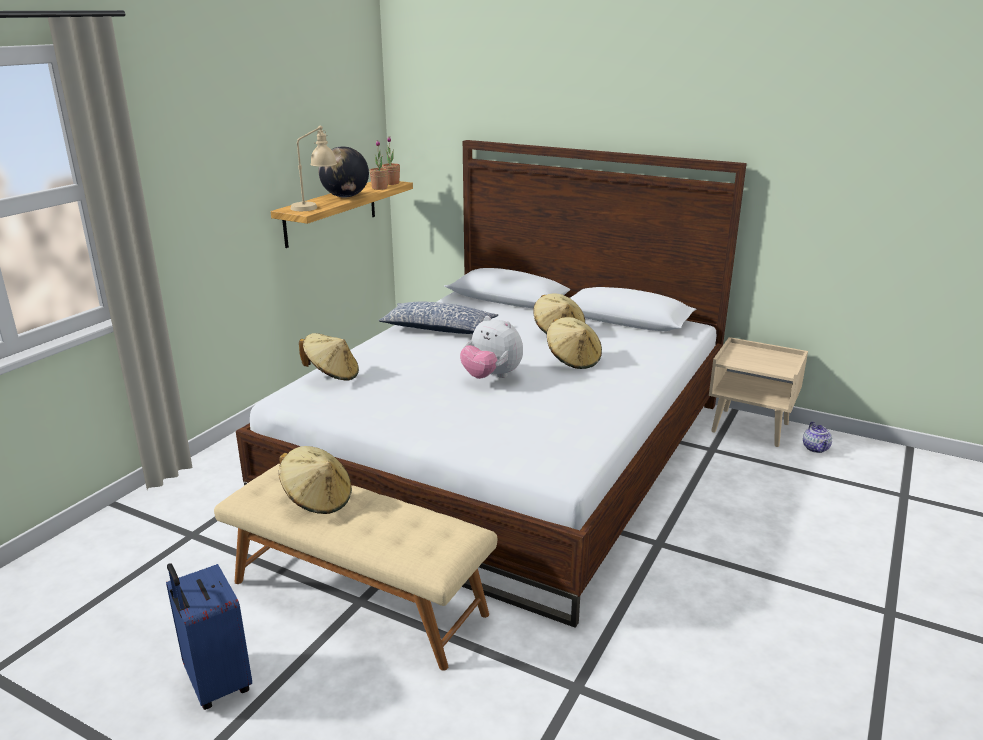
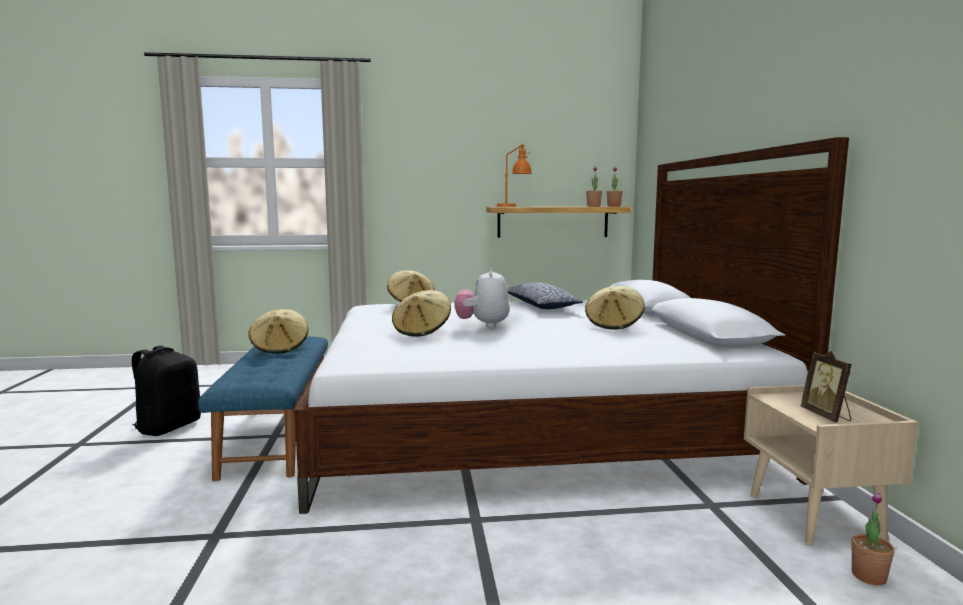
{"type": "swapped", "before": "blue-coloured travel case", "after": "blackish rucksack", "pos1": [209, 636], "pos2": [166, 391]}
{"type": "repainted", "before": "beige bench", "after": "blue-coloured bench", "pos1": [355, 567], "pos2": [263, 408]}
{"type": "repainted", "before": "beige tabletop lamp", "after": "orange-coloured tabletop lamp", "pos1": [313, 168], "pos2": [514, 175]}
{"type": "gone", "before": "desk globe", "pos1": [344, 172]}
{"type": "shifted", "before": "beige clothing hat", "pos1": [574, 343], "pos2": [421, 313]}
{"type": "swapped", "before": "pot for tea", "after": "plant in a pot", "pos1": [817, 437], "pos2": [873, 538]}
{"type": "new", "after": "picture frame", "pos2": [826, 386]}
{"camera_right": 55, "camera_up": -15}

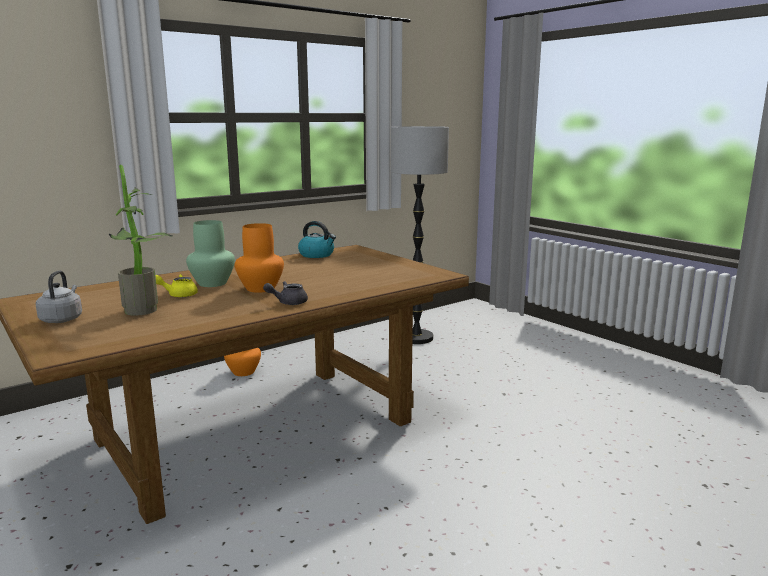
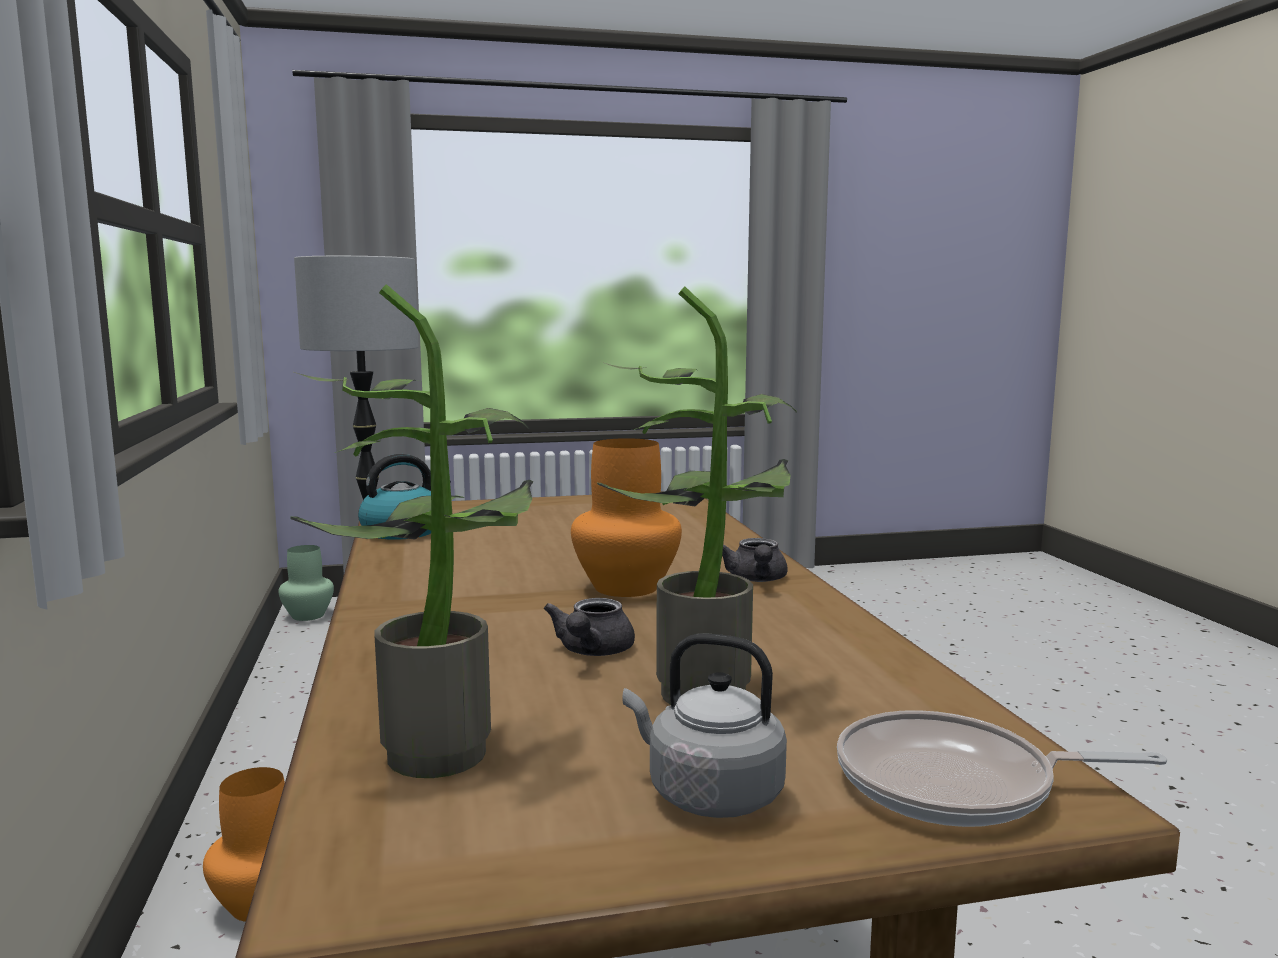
{"type": "repainted", "before": "yellow-coloured pot for tea", "after": "greyish pot for tea", "pos1": [176, 285], "pos2": [589, 627]}
{"type": "shifted", "before": "green-coloured vase", "pos1": [210, 253], "pos2": [306, 583]}
{"type": "new", "after": "plant in a pot", "pos2": [412, 531]}
{"type": "new", "after": "skillet", "pos2": [1002, 768]}
{"camera_right": -65, "camera_up": -5}

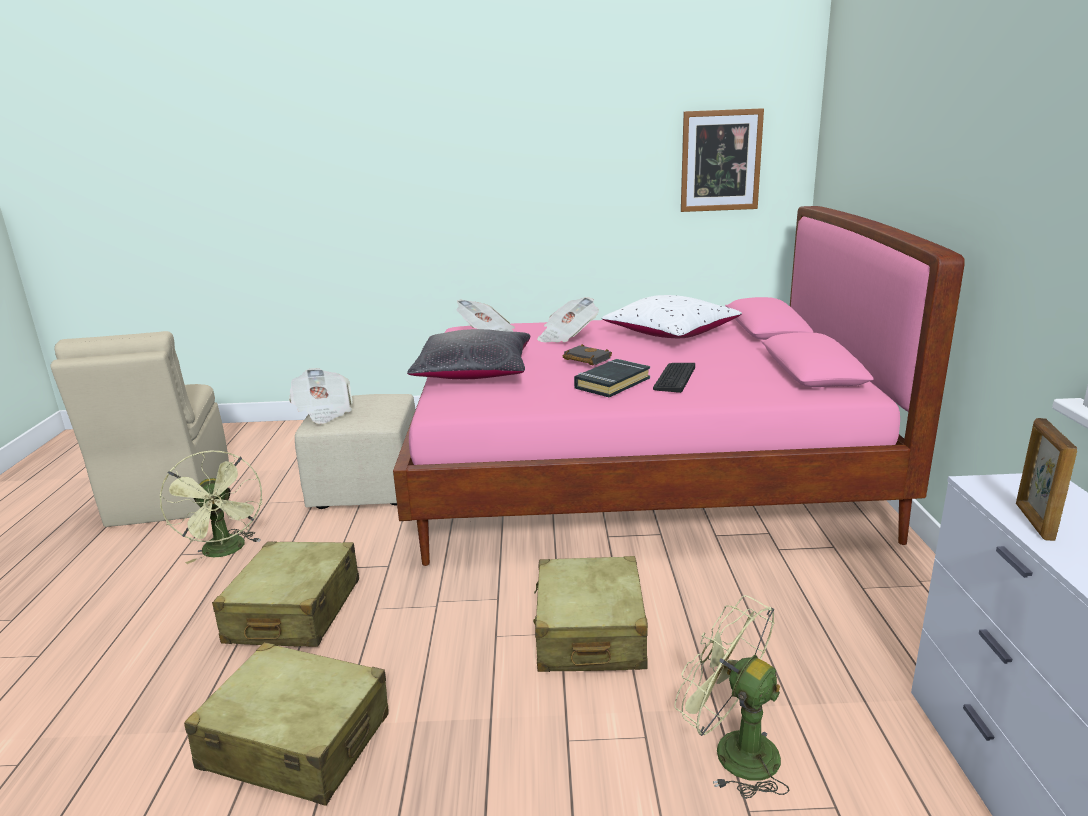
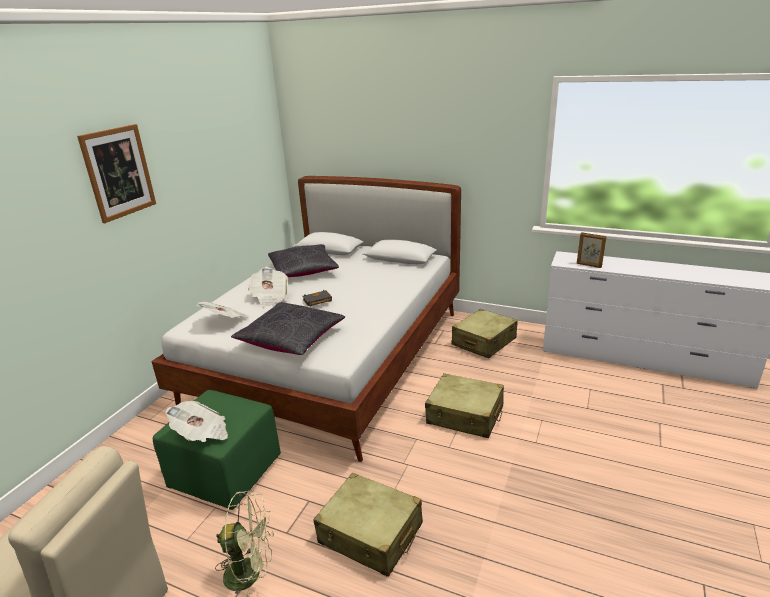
{"type": "shifted", "before": "beige travel case", "pos1": [286, 724], "pos2": [485, 333]}
{"type": "repainted", "before": "beige pouffe", "after": "green-coloured pouffe", "pos1": [355, 451], "pos2": [217, 450]}
{"type": "repainted", "before": "pinkish bed", "after": "whitish bed", "pos1": [679, 386], "pos2": [306, 319]}
{"type": "gone", "before": "blackish book", "pos1": [612, 378]}
{"type": "repainted", "before": "whitish cushion", "after": "blackish cushion", "pos1": [671, 316], "pos2": [303, 260]}
{"type": "gone", "before": "computer keyboard", "pos1": [674, 378]}
{"type": "gone", "before": "green-coloured electric fan", "pos1": [731, 697]}
{"type": "shifted", "before": "wall art", "pos1": [722, 160], "pos2": [116, 173]}
{"camera_right": -65, "camera_up": 5}

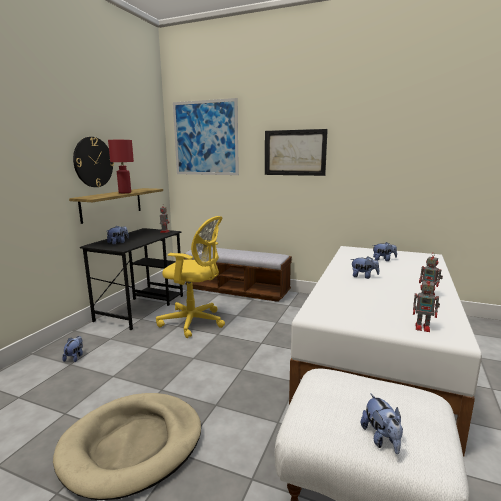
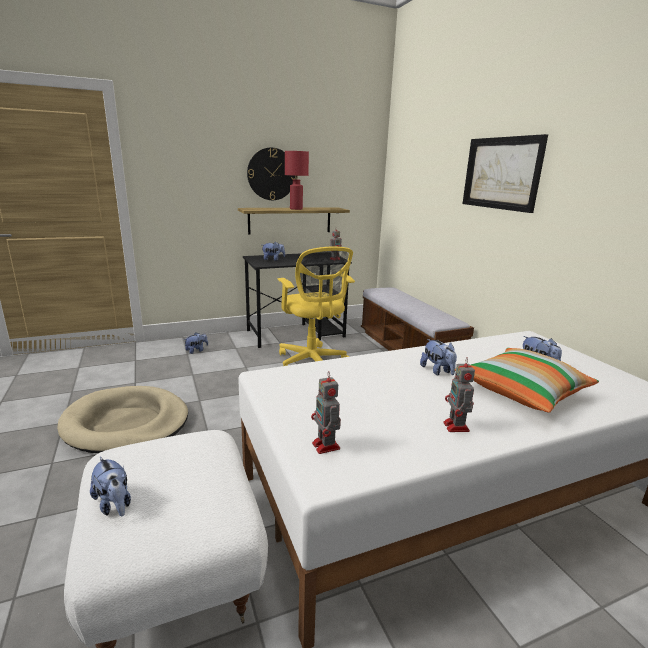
{"type": "gone", "before": "wall art", "pos1": [206, 136]}
{"type": "rotated", "before": "soft toy", "pos1": [382, 424], "pos2": [110, 487], "turn": -75}
{"type": "new", "after": "cushion", "pos2": [527, 380]}
{"camera_right": 45, "camera_up": 5}

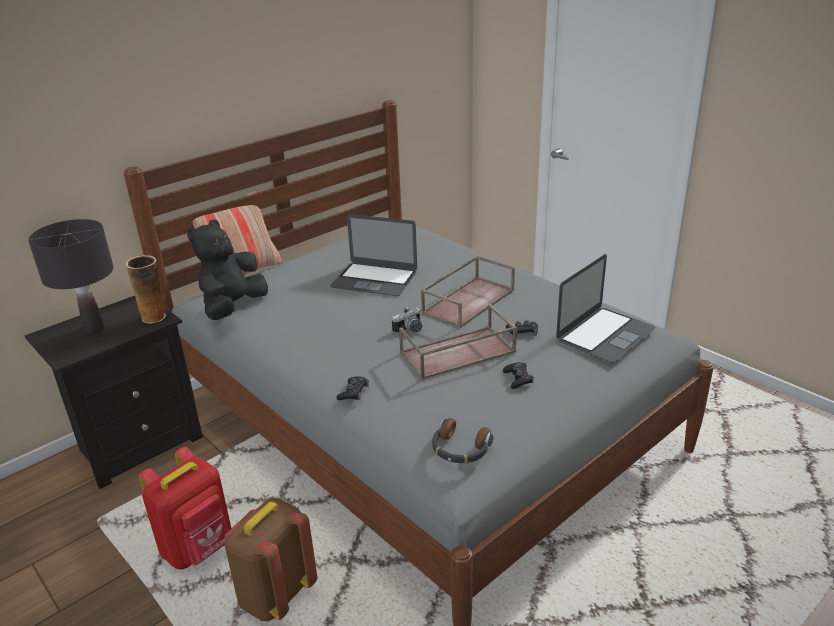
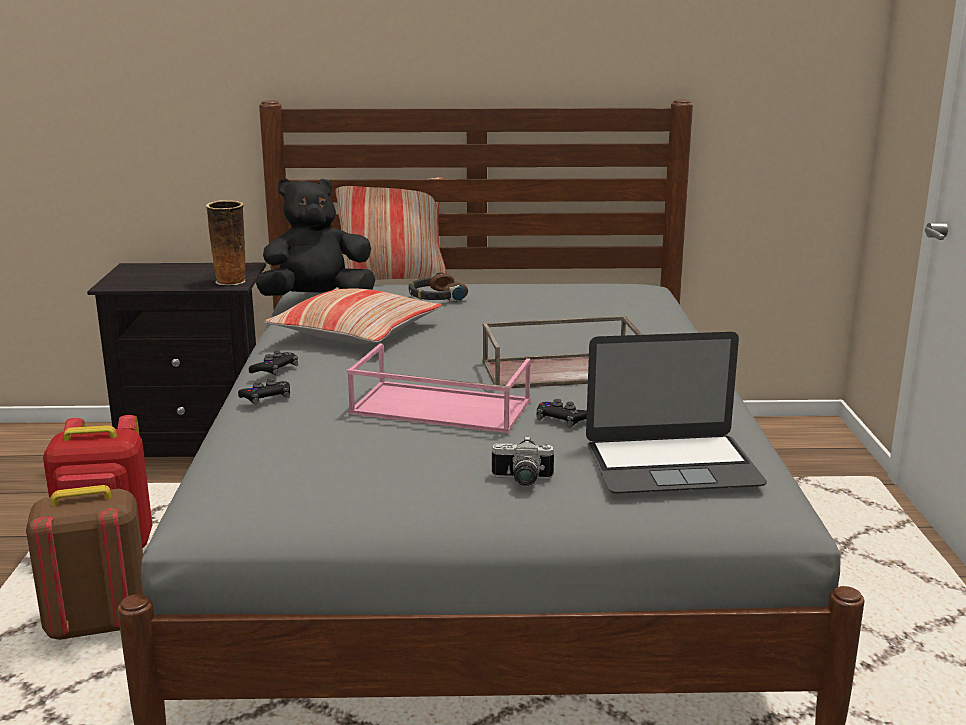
{"type": "gone", "before": "blackish tabletop lamp", "pos1": [71, 276]}
{"type": "gone", "before": "notebook computer", "pos1": [373, 255]}
{"type": "shifted", "before": "still camera", "pos1": [407, 320], "pos2": [523, 461]}
{"type": "repainted", "before": "brownish serving tray", "after": "pinkish serving tray", "pos1": [458, 342], "pos2": [439, 388]}
{"type": "shifted", "before": "pair of headphones", "pos1": [462, 441], "pos2": [438, 287]}
{"type": "shifted", "before": "blackish game controller", "pos1": [518, 375], "pos2": [273, 362]}
{"type": "new", "after": "cushion", "pos2": [352, 316]}
{"camera_right": 40, "camera_up": -10}

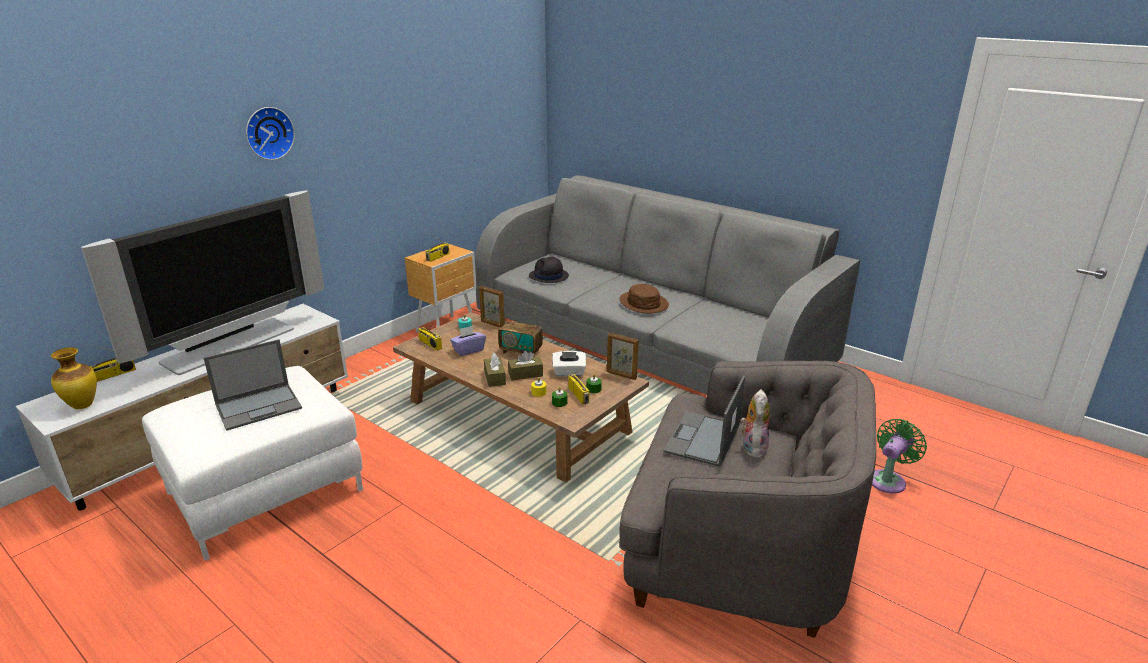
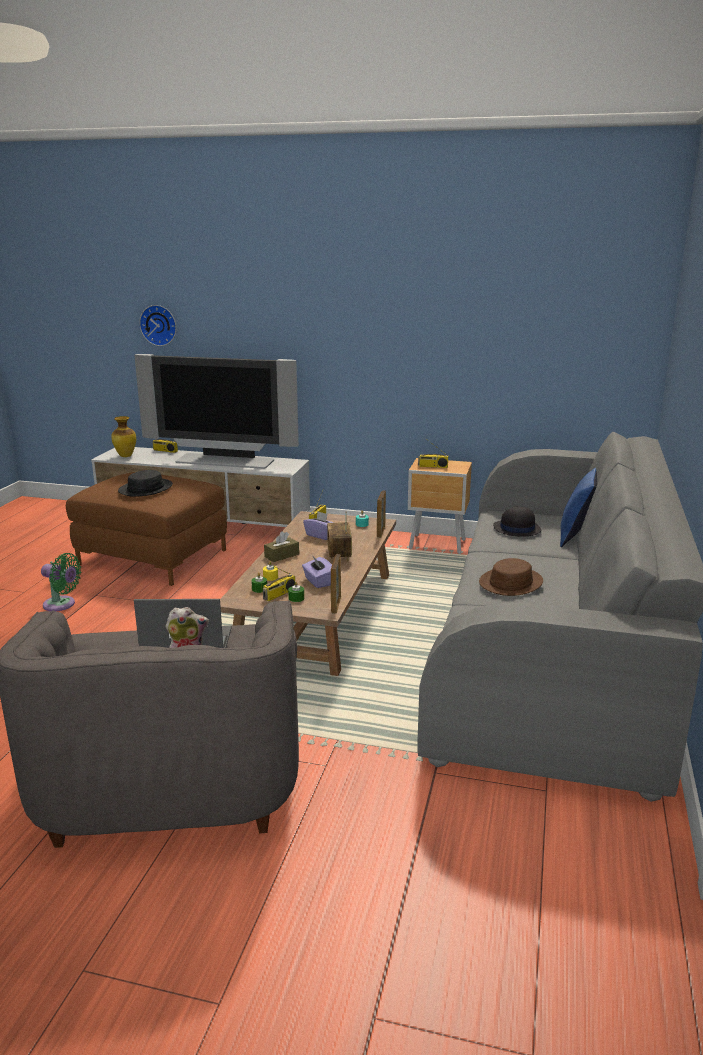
{"type": "repainted", "before": "whitish pouffe", "after": "brownish pouffe", "pos1": [252, 463], "pos2": [146, 529]}
{"type": "swapped", "before": "notebook computer", "after": "blackish clothing hat", "pos1": [253, 385], "pos2": [145, 483]}
{"type": "shifted", "before": "wall clock", "pos1": [270, 133], "pos2": [157, 325]}
{"type": "gone", "before": "brownish box of tissues", "pos1": [525, 365]}
{"type": "repainted", "before": "whitish box of tissues", "after": "purple-coloured box of tissues", "pos1": [569, 364], "pos2": [317, 571]}
{"type": "shifted", "before": "green-coloured electric fan", "pos1": [899, 456], "pos2": [61, 582]}
{"type": "new", "after": "blue-coloured cushion", "pos2": [578, 507]}
{"camera_right": 65, "camera_up": -5}

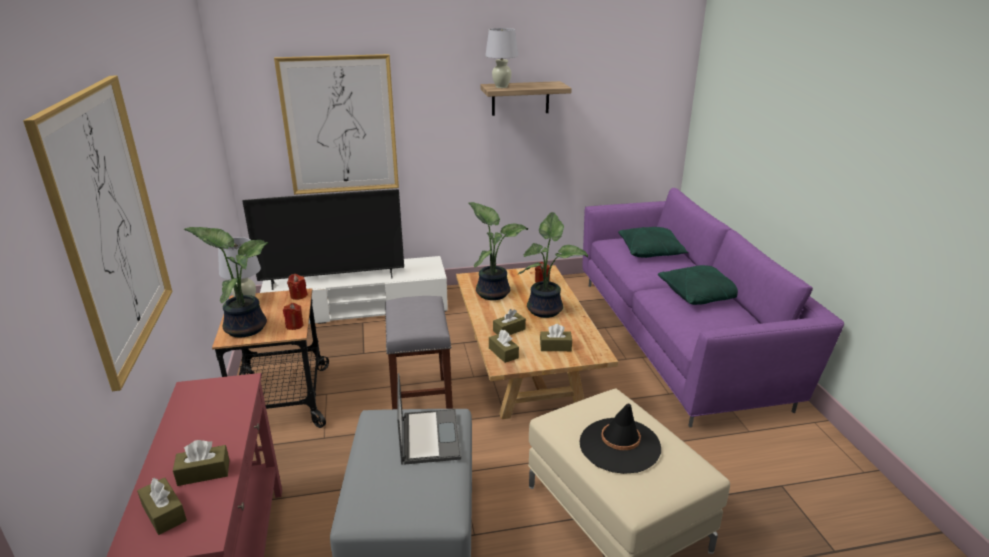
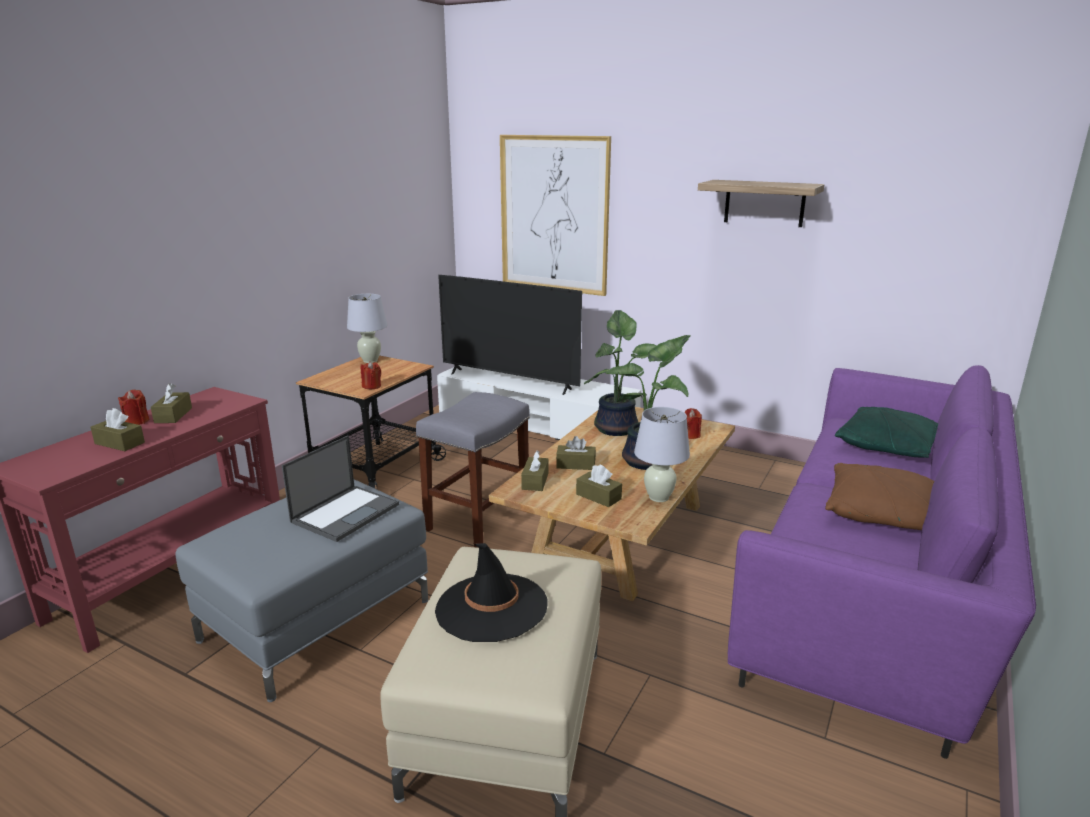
{"type": "gone", "before": "wall art", "pos1": [97, 233]}
{"type": "shifted", "before": "brownish box of tissues", "pos1": [162, 506], "pos2": [171, 403]}
{"type": "gone", "before": "plant in a pot", "pos1": [226, 282]}
{"type": "shifted", "before": "red-coloured candle", "pos1": [297, 287], "pos2": [133, 407]}
{"type": "shifted", "before": "whitish tabletop lamp", "pos1": [501, 58], "pos2": [662, 454]}
{"type": "repainted", "before": "green-coloured cushion", "after": "brownish cushion", "pos1": [698, 285], "pos2": [879, 496]}
{"camera_right": 40, "camera_up": -5}

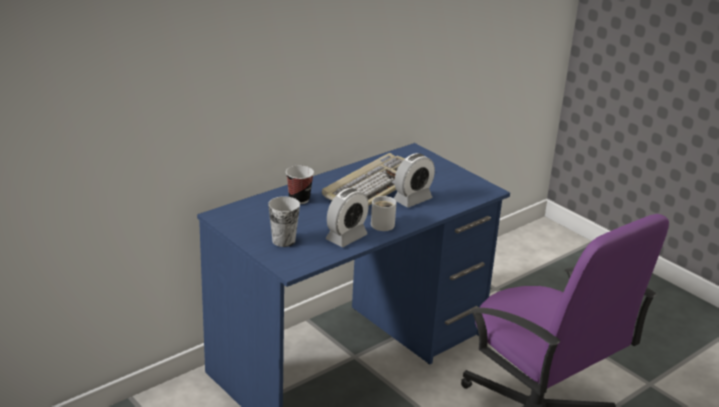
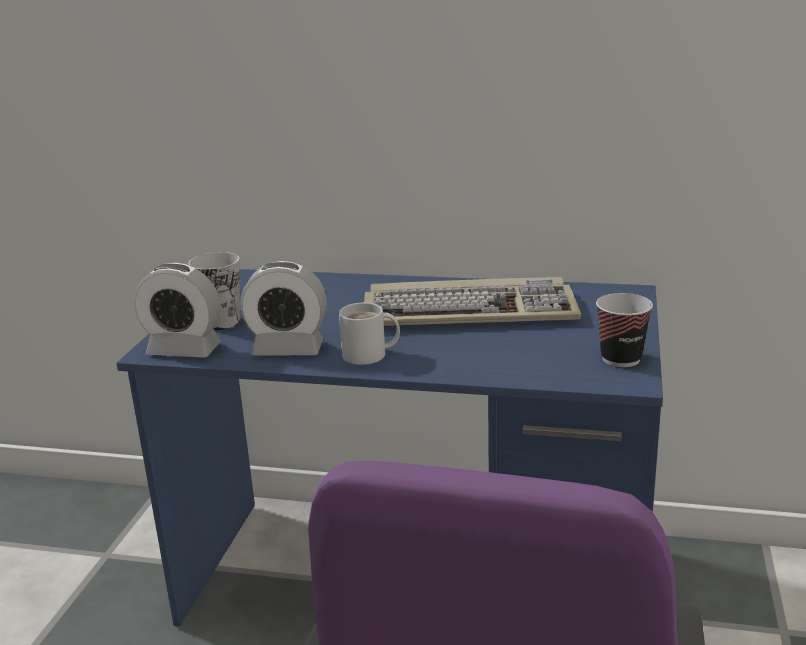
{"type": "shifted", "before": "cup", "pos1": [300, 185], "pos2": [624, 330]}
{"type": "shifted", "before": "bedside clock", "pos1": [414, 180], "pos2": [177, 310]}
{"camera_right": 55, "camera_up": -5}

